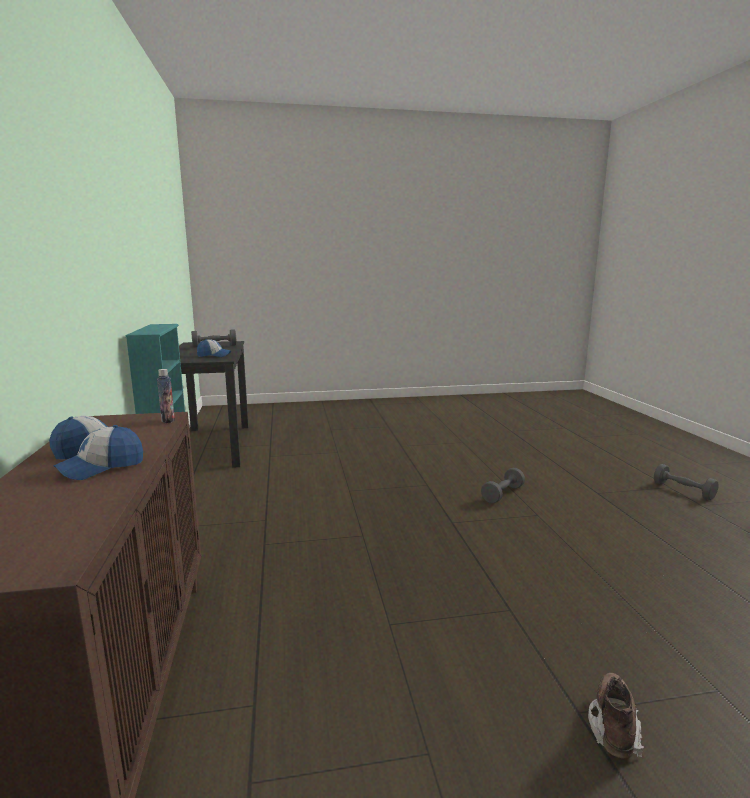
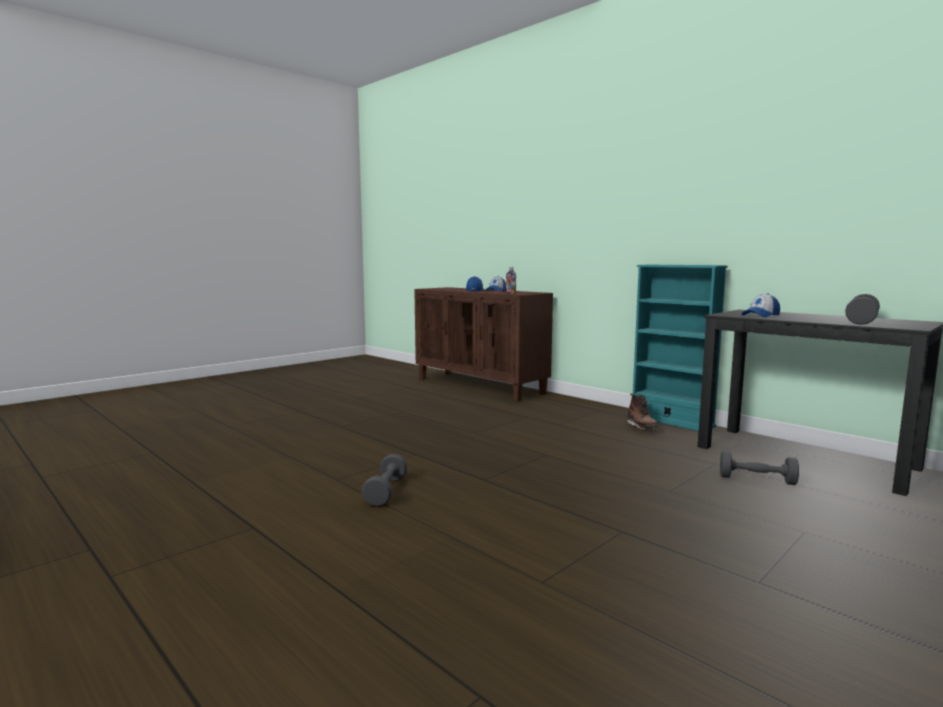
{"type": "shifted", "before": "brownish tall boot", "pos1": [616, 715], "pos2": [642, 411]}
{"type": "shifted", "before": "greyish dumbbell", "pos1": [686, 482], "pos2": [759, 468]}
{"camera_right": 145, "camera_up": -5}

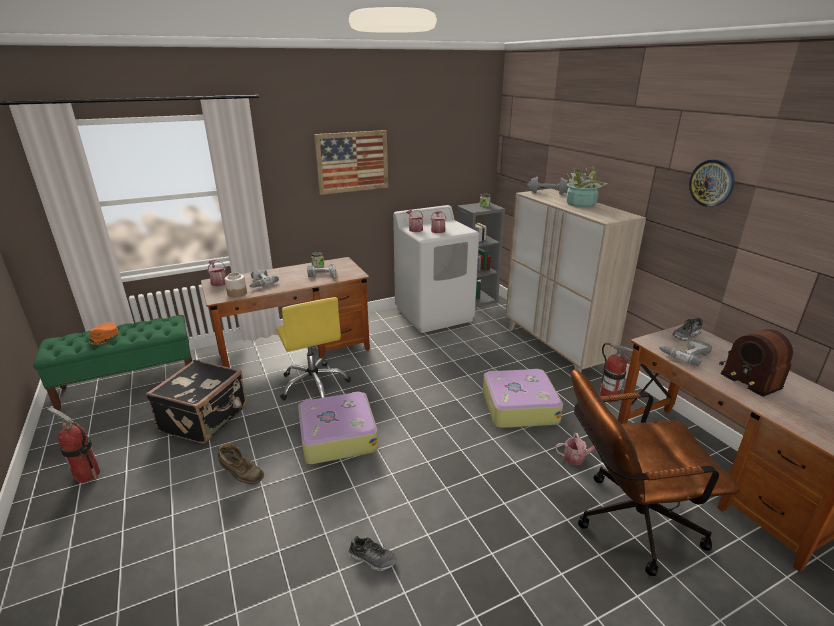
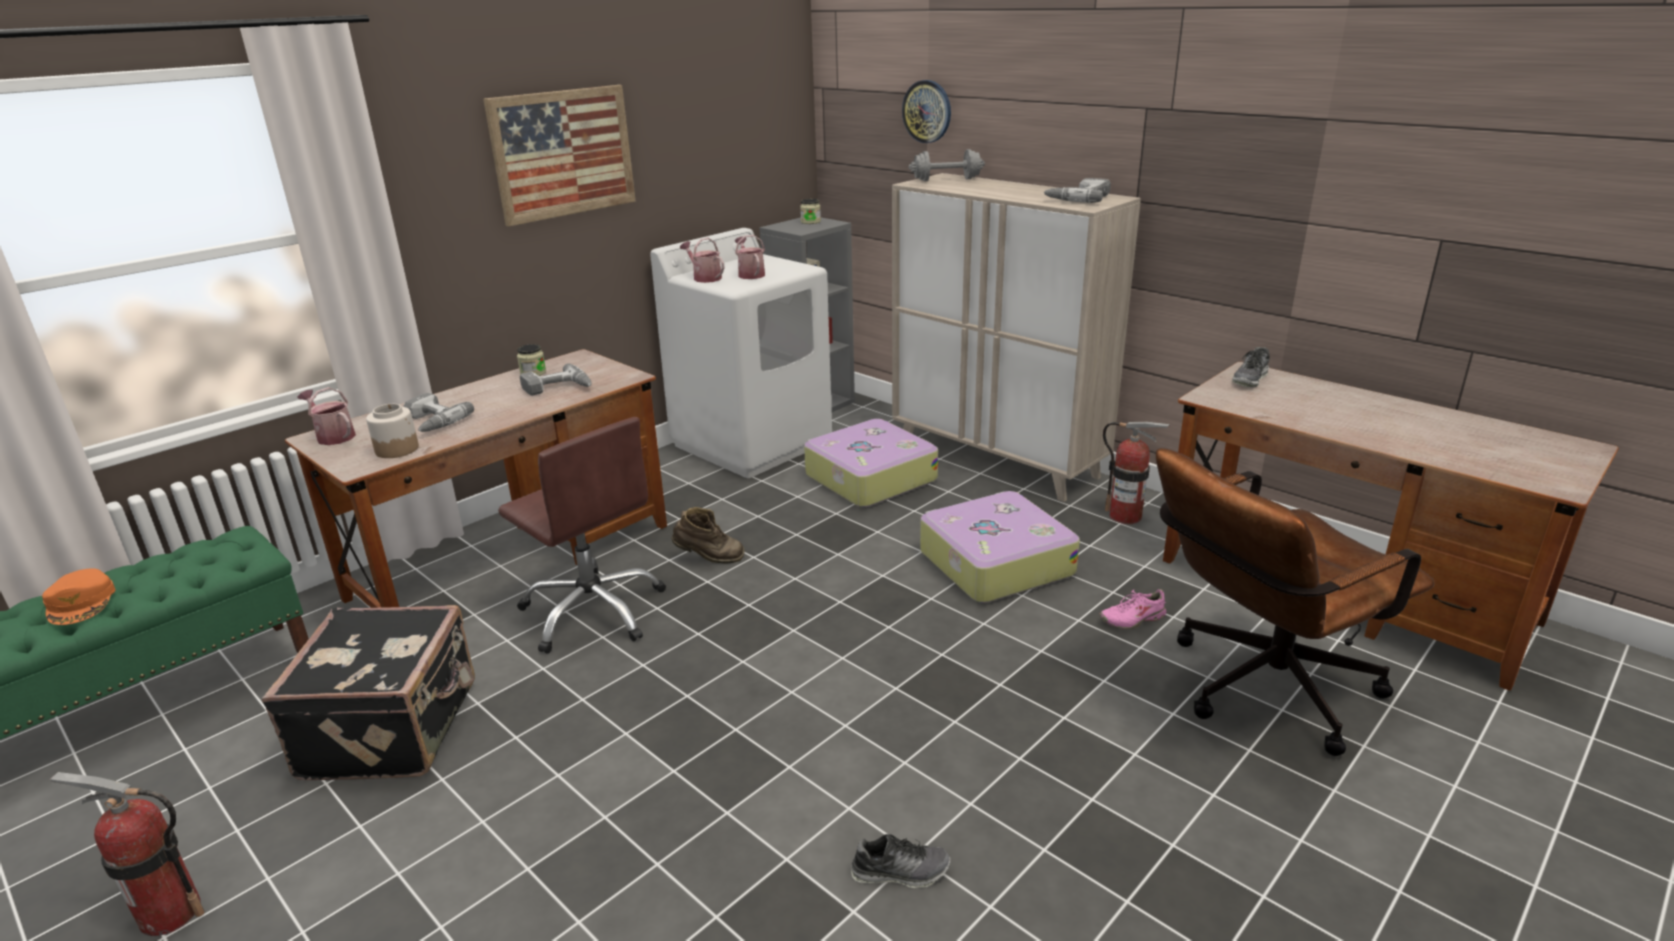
{"type": "shifted", "before": "brownish tall boot", "pos1": [241, 463], "pos2": [708, 535]}
{"type": "repainted", "before": "yellow-coloured office chair", "after": "brownish office chair", "pos1": [313, 348], "pos2": [582, 535]}
{"type": "shifted", "before": "travel case", "pos1": [338, 427], "pos2": [871, 463]}
{"type": "swapped", "before": "watering pot", "after": "pinkish item of footwear", "pos1": [575, 449], "pos2": [1133, 609]}
{"type": "gone", "before": "plant in a pot", "pos1": [587, 186]}
{"type": "shifted", "before": "electric drill", "pos1": [685, 352], "pos2": [1077, 190]}
{"type": "shifted", "before": "wall clock", "pos1": [712, 183], "pos2": [926, 111]}
{"type": "gone", "before": "radio receiver", "pos1": [756, 363]}
{"camera_right": -20, "camera_up": 0}

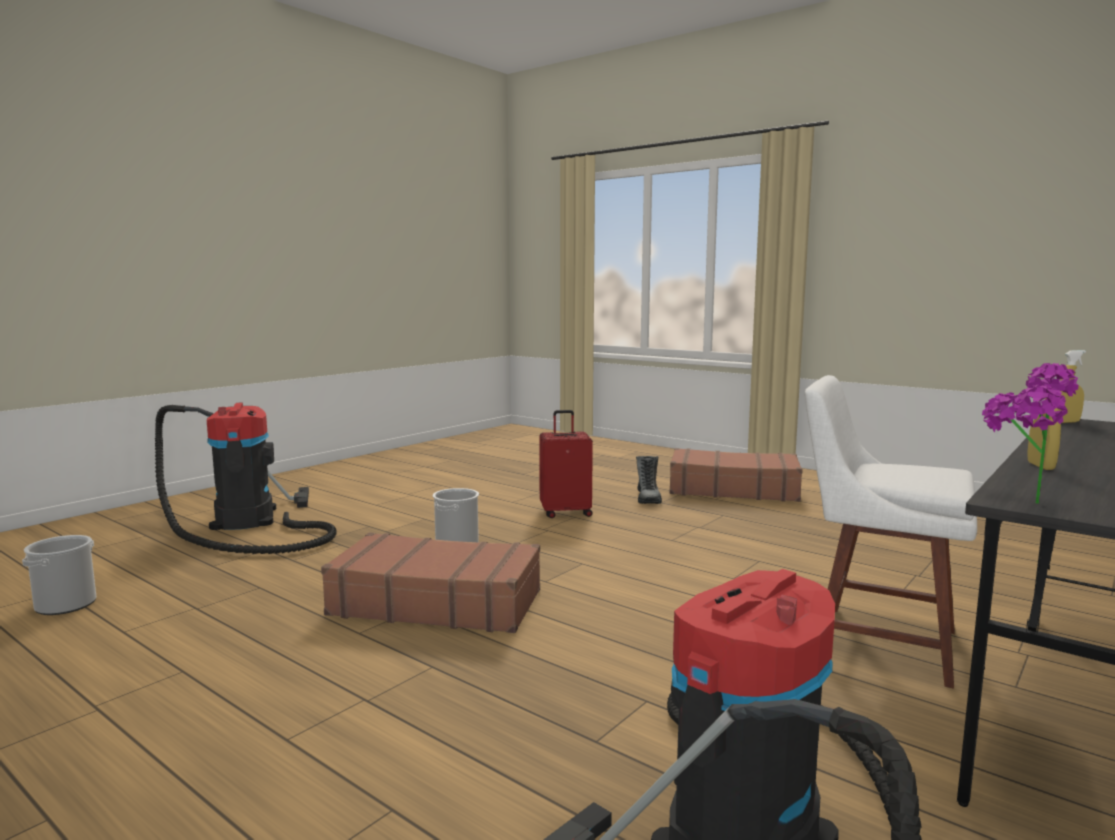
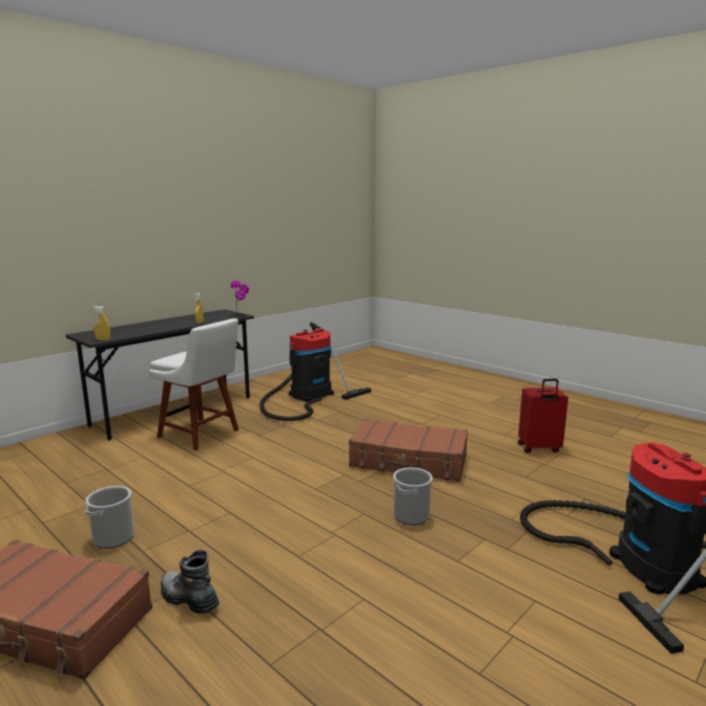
{"type": "shifted", "before": "bucket", "pos1": [59, 575], "pos2": [109, 517]}
{"type": "shifted", "before": "red-coloured travel case", "pos1": [566, 464], "pos2": [543, 416]}
{"type": "rotated", "before": "tall boot", "pos1": [649, 480], "pos2": [190, 582], "turn": -60}
{"camera_right": -175, "camera_up": 5}

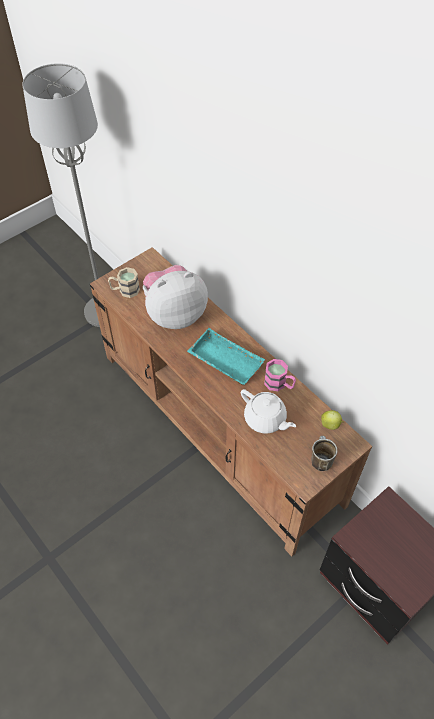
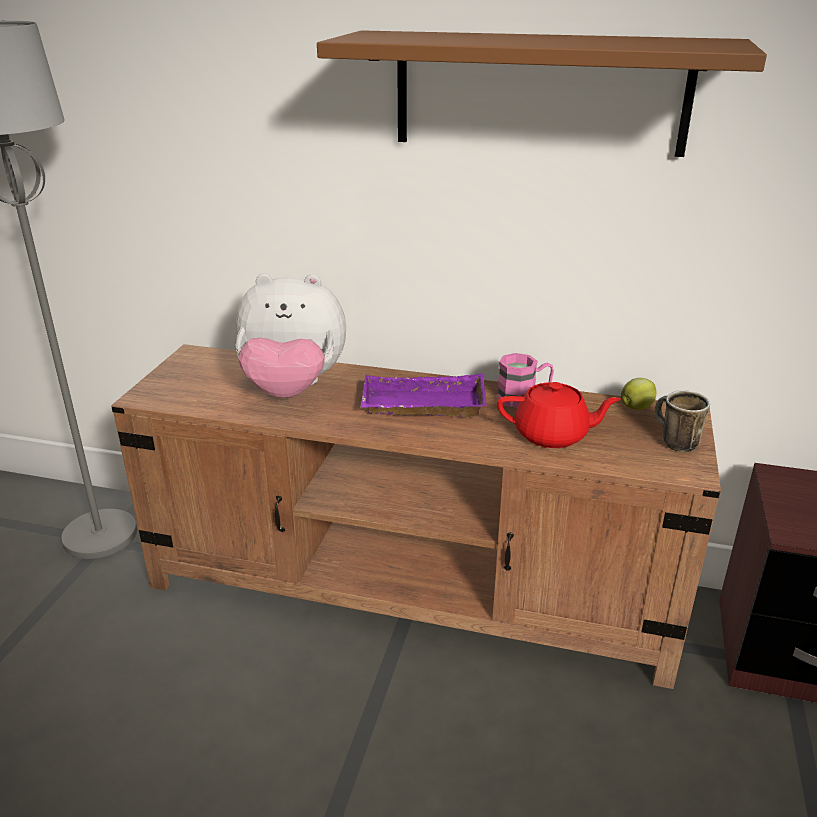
{"type": "gone", "before": "beige coffee mug", "pos1": [124, 282]}
{"type": "rotated", "before": "soft toy", "pos1": [175, 297], "pos2": [290, 335], "turn": -120}
{"type": "repainted", "before": "turquoise serving tray", "after": "purple-coloured serving tray", "pos1": [226, 356], "pos2": [423, 395]}
{"type": "repainted", "before": "whitish pot for tea", "after": "red-coloured pot for tea", "pos1": [268, 411], "pos2": [559, 415]}
{"type": "new", "after": "brownish wall shelf", "pos2": [542, 93]}
{"camera_right": -35, "camera_up": -25}

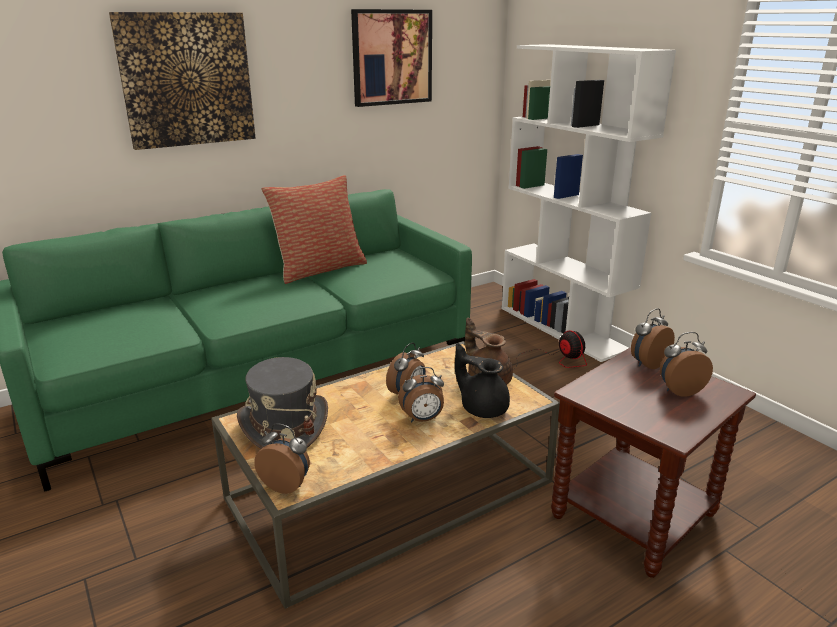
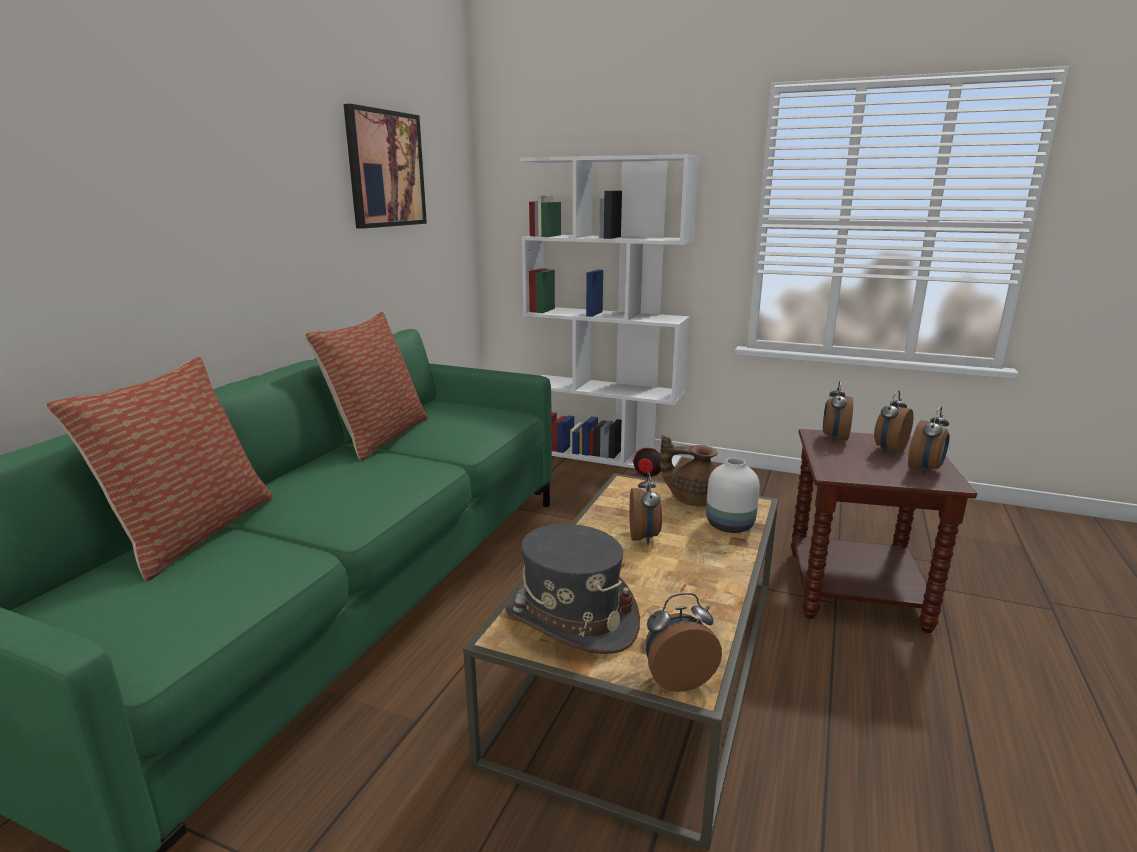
{"type": "gone", "before": "wall art", "pos1": [182, 81]}
{"type": "shifted", "before": "bedside clock", "pos1": [421, 394], "pos2": [929, 440]}
{"type": "swapped", "before": "blackish pot for tea", "after": "whitish vase", "pos1": [482, 380], "pos2": [733, 495]}
{"type": "new", "after": "cushion", "pos2": [159, 469]}
{"camera_right": -35, "camera_up": -5}

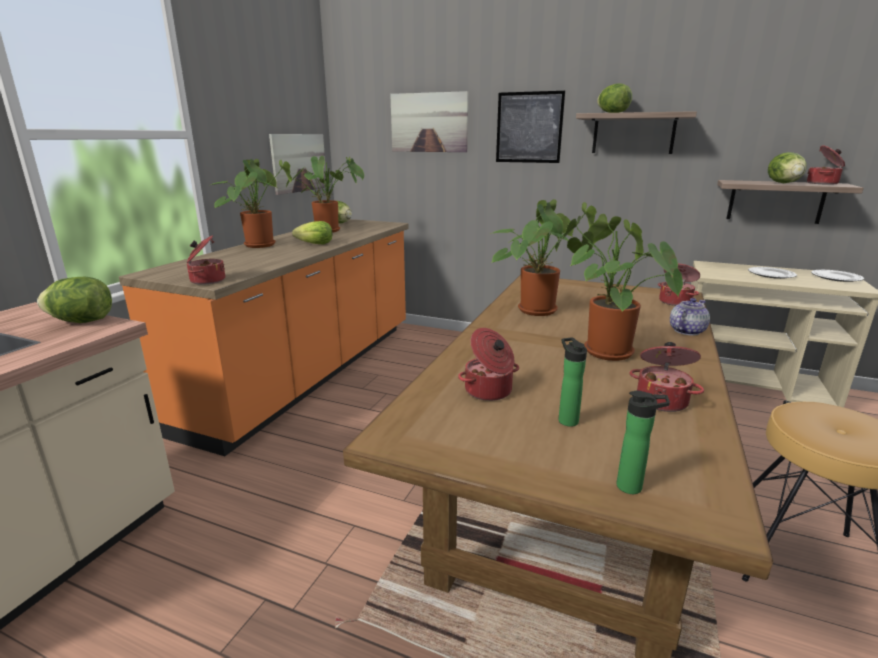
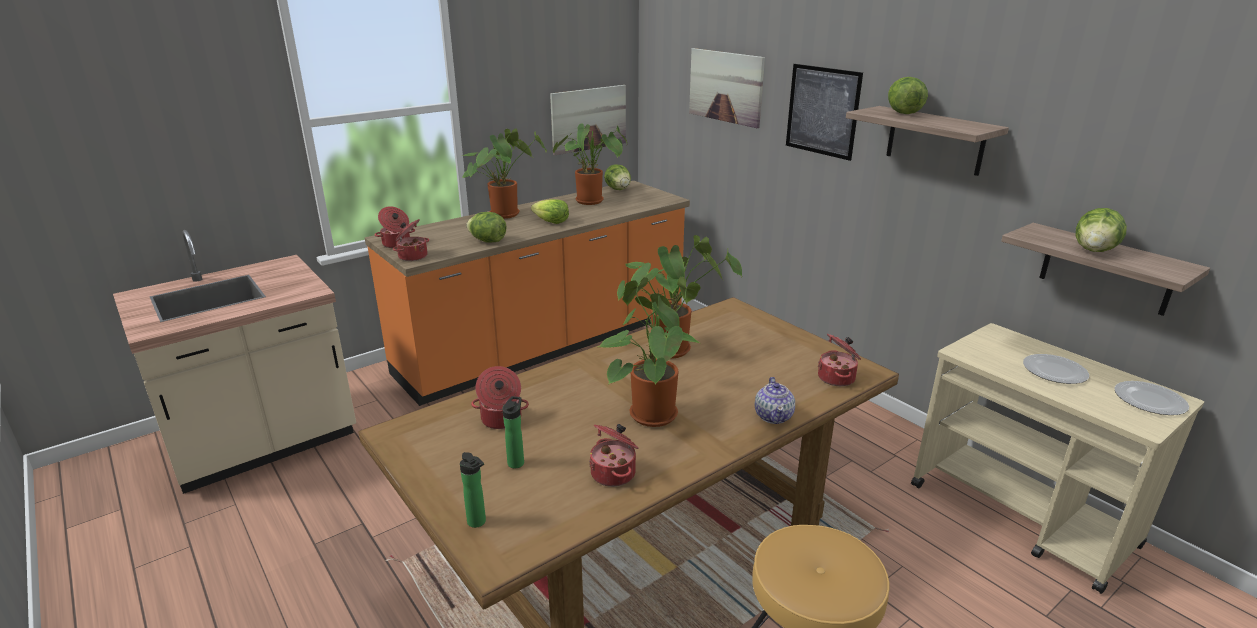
{"type": "shifted", "before": "head of lettuce", "pos1": [74, 300], "pos2": [486, 227]}
{"type": "rotated", "before": "pot for tea", "pos1": [690, 317], "pos2": [775, 400], "turn": 105}
{"type": "shifted", "before": "cooking pot", "pos1": [826, 165], "pos2": [394, 227]}
{"camera_right": 30, "camera_up": 5}

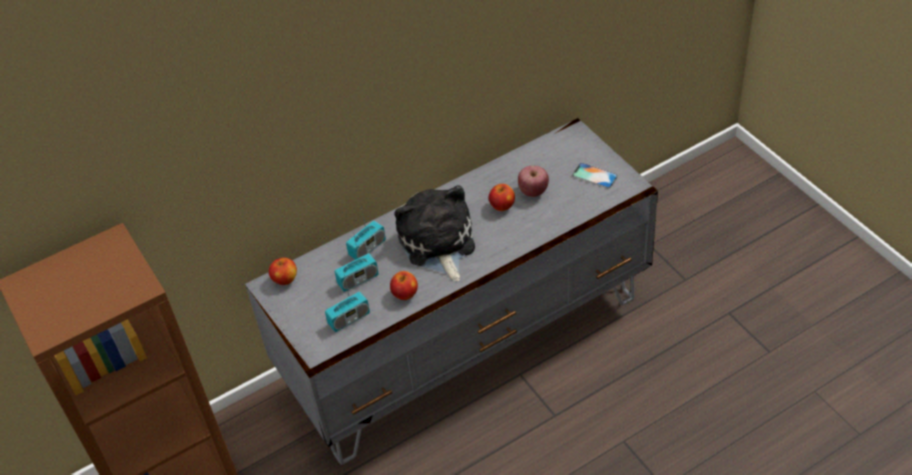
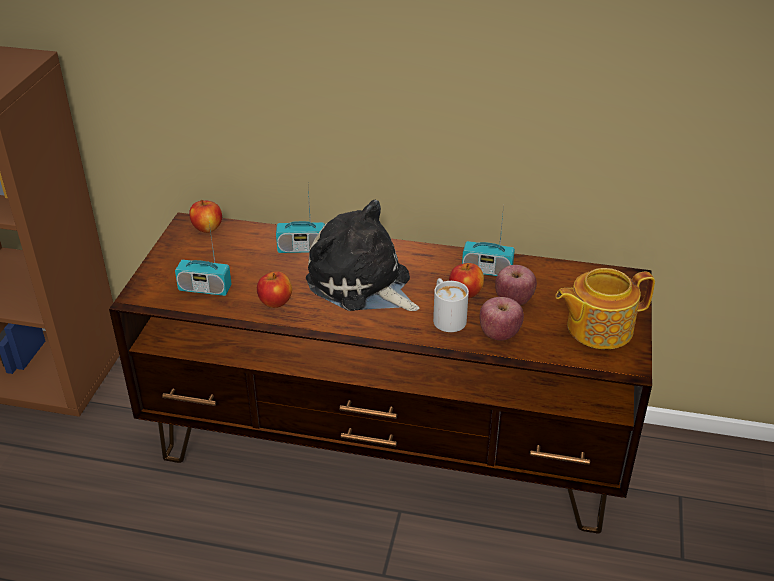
{"type": "repainted", "before": "greyish tv stand", "after": "brownish tv stand", "pos1": [451, 291], "pos2": [380, 373]}
{"type": "shifted", "before": "radio receiver", "pos1": [357, 261], "pos2": [488, 240]}
{"type": "rotated", "before": "soft toy", "pos1": [434, 233], "pos2": [362, 255], "turn": -75}
{"type": "swapped", "before": "phone", "after": "pot for tea", "pos1": [595, 176], "pos2": [605, 308]}
{"type": "new", "after": "whitish coffee mug", "pos2": [451, 305]}
{"type": "new", "after": "whole apple", "pos2": [502, 319]}
{"camera_right": 40, "camera_up": -10}

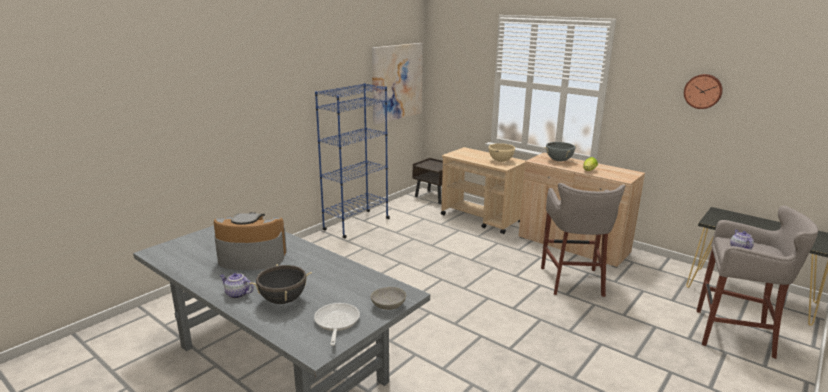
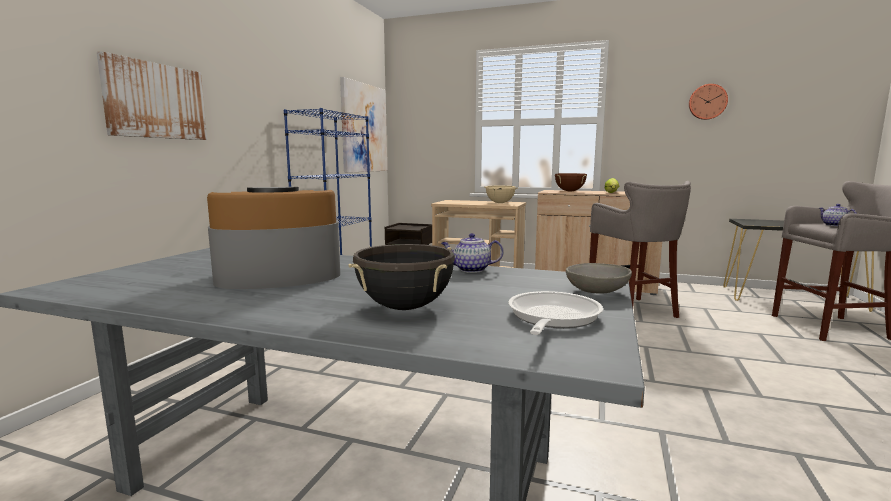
{"type": "shifted", "before": "pot for tea", "pos1": [236, 286], "pos2": [472, 253]}
{"type": "rotated", "before": "skillet", "pos1": [337, 324], "pos2": [555, 313], "turn": 45}
{"type": "repainted", "before": "greyish cooking pot", "after": "brownish cooking pot", "pos1": [560, 152], "pos2": [571, 182]}
{"type": "new", "after": "wall art", "pos2": [152, 95]}
{"camera_right": -20, "camera_up": -10}

